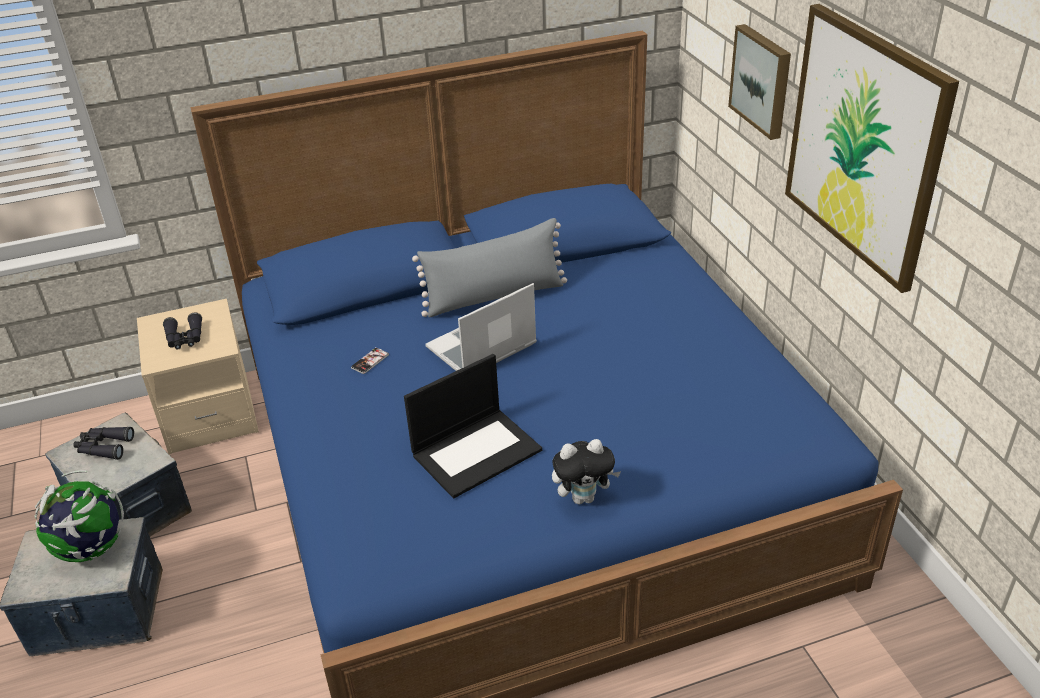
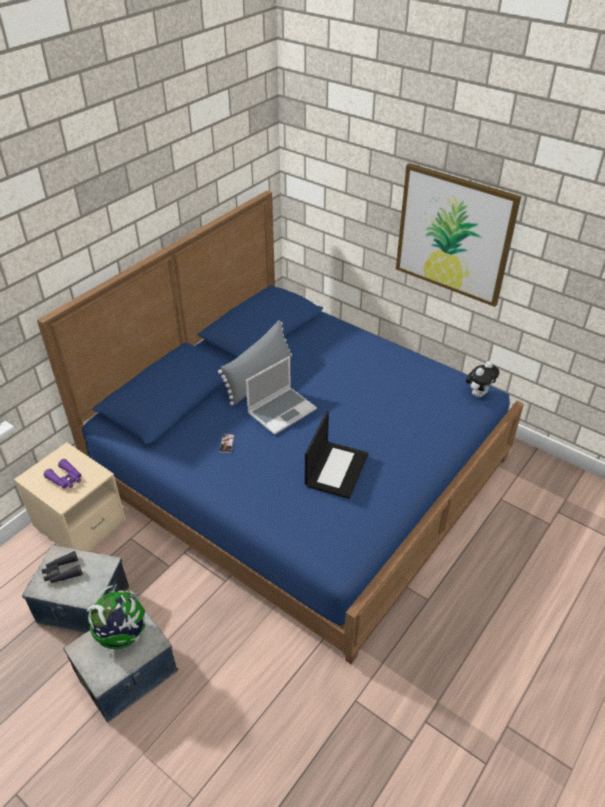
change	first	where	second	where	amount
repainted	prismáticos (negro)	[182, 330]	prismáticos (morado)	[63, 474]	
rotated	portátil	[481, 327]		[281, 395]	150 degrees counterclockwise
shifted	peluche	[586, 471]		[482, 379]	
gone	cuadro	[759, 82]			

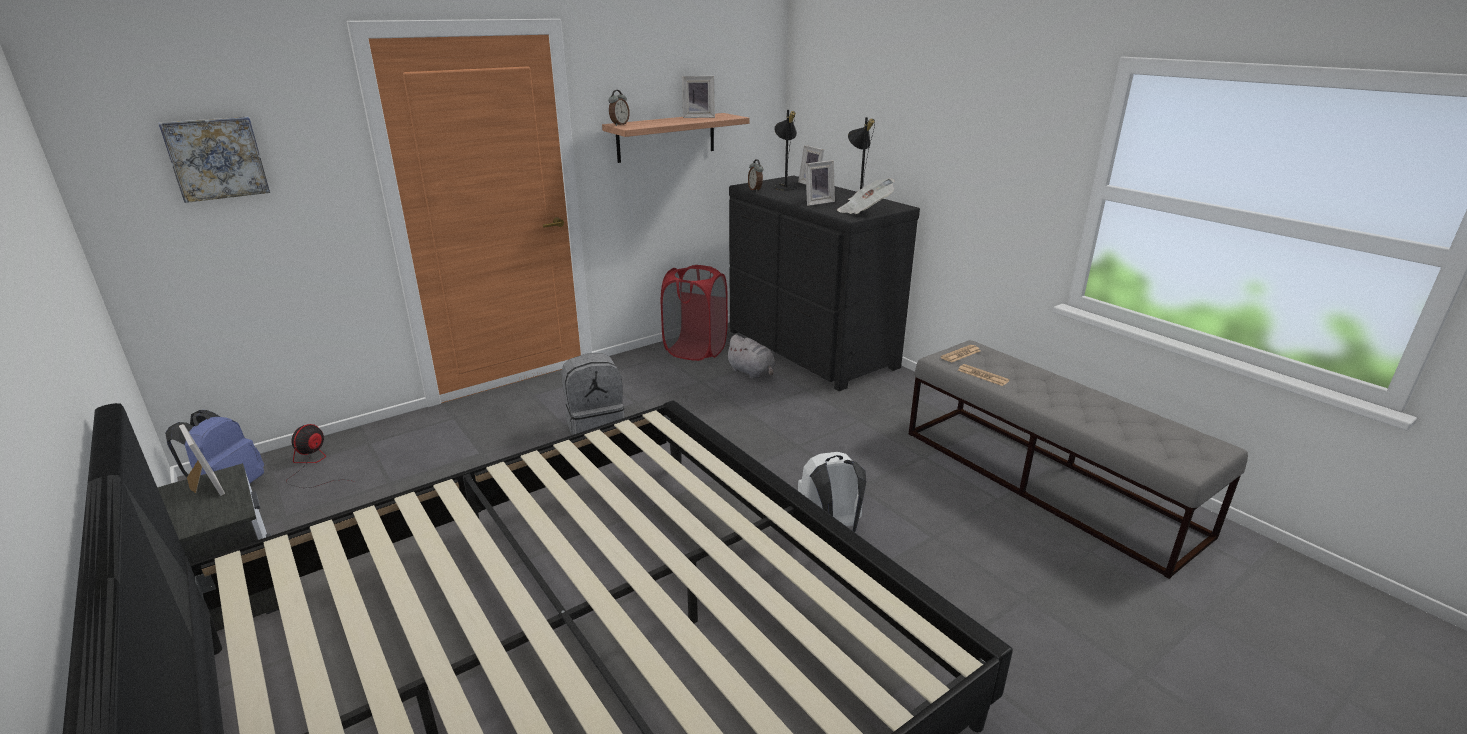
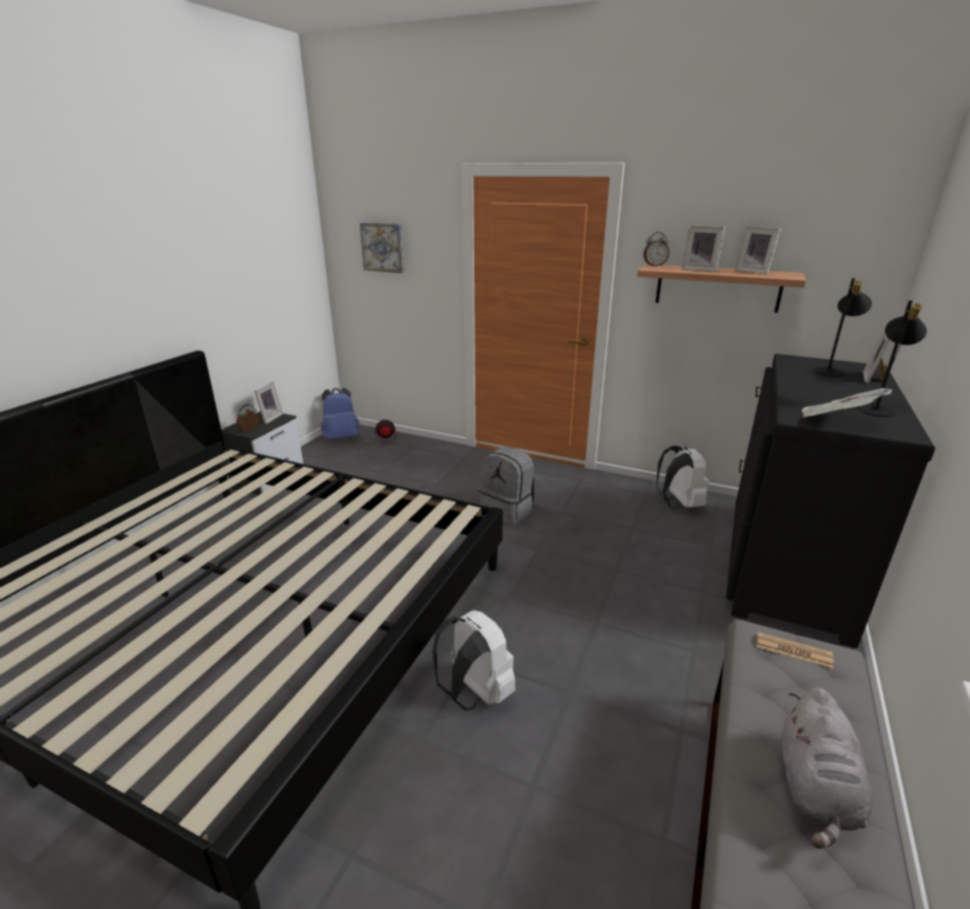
change	first	where	second	where	amount
shifted	despertador	[755, 175]		[248, 418]	
swapped	cesto de la ropa (rojo)	[694, 313]	mochila (blanco)	[682, 477]	
shifted	portarretratos	[820, 183]		[703, 248]	
shifted	peluche (gris)	[750, 356]		[827, 768]	
gone	periódico	[984, 375]			

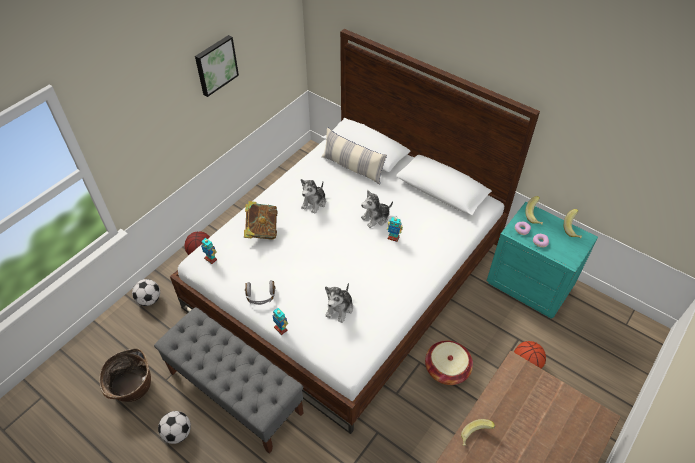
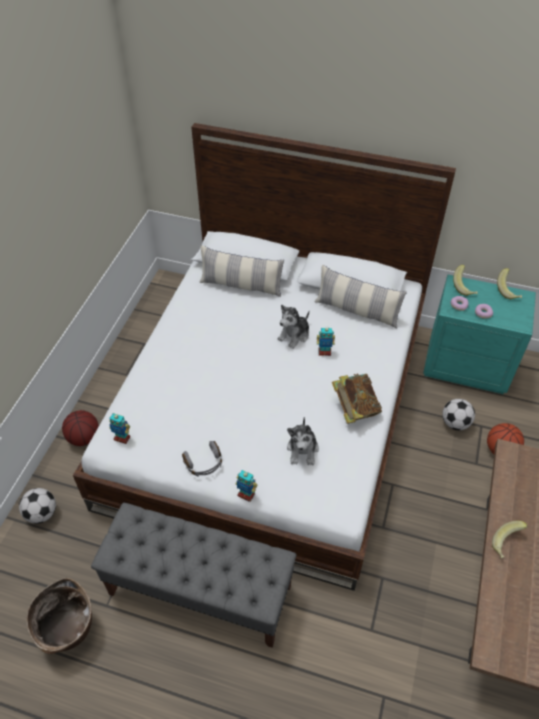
change	first	where	second	where	amount
new			cojín	[361, 296]	
shifted	libro	[260, 220]		[357, 399]	
shifted	balón de fútbol	[174, 427]		[458, 414]	
gone	cuadro	[217, 66]			
gone	peluche	[313, 196]			
gone	cesta	[449, 362]			

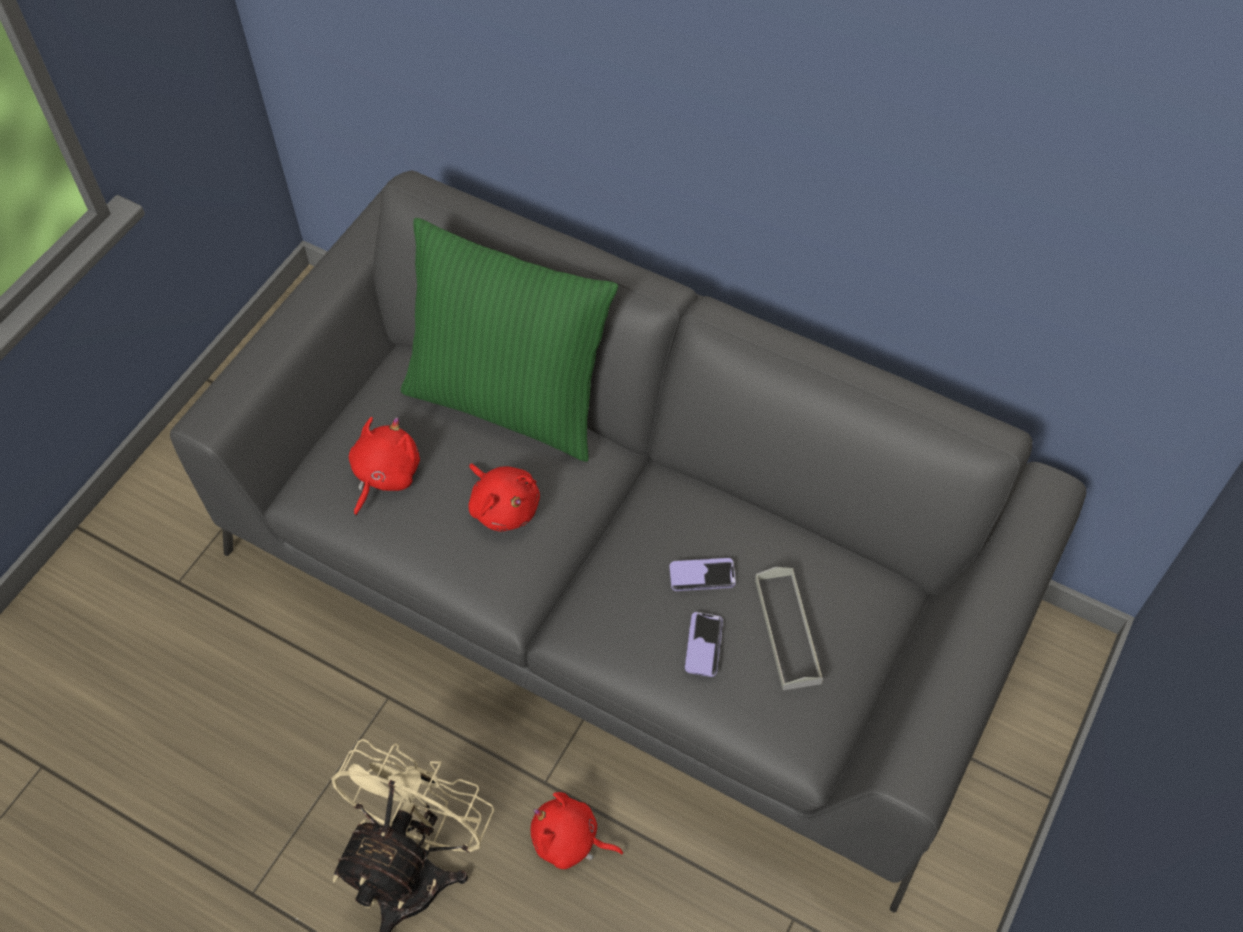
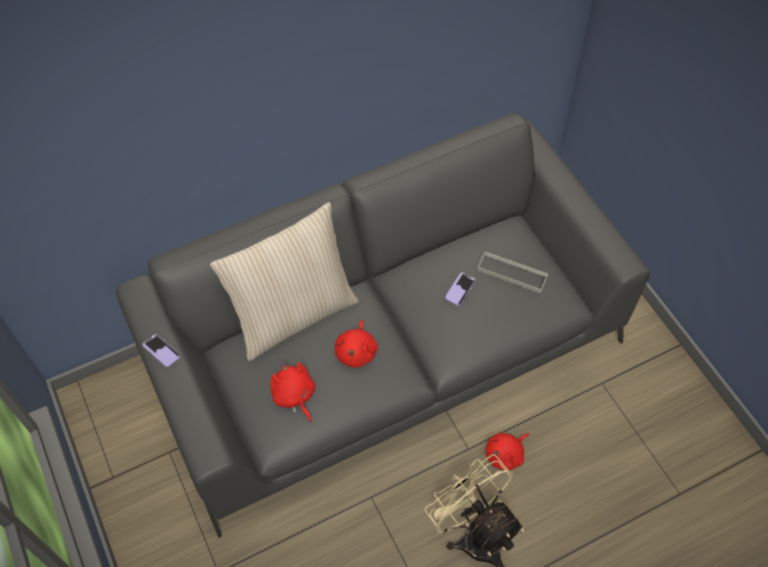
change	first	where	second	where	amount
shifted	móvil	[704, 644]		[161, 350]	
repainted	cojín (verde)	[509, 340]	cojín (beis)	[284, 281]	
rotated	peluche (rojo)	[504, 497]		[356, 344]	105 degrees clockwise

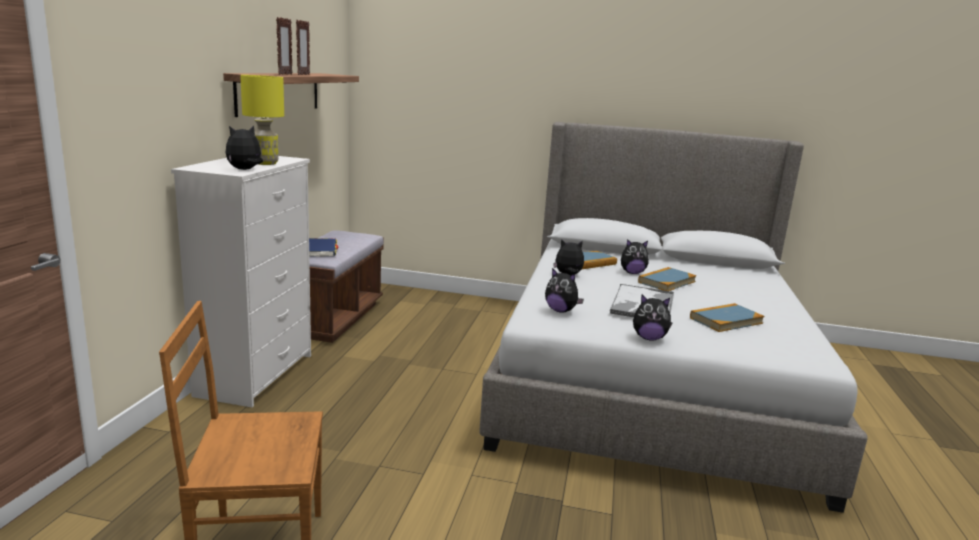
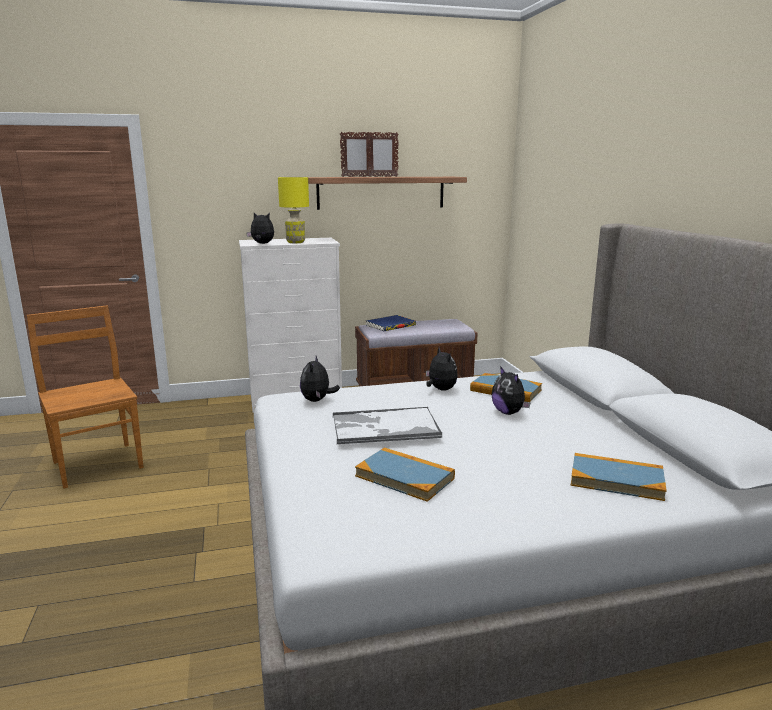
change	first	where	second	where	amount
shifted	libro	[667, 279]		[619, 477]	
gone	peluche	[653, 318]			

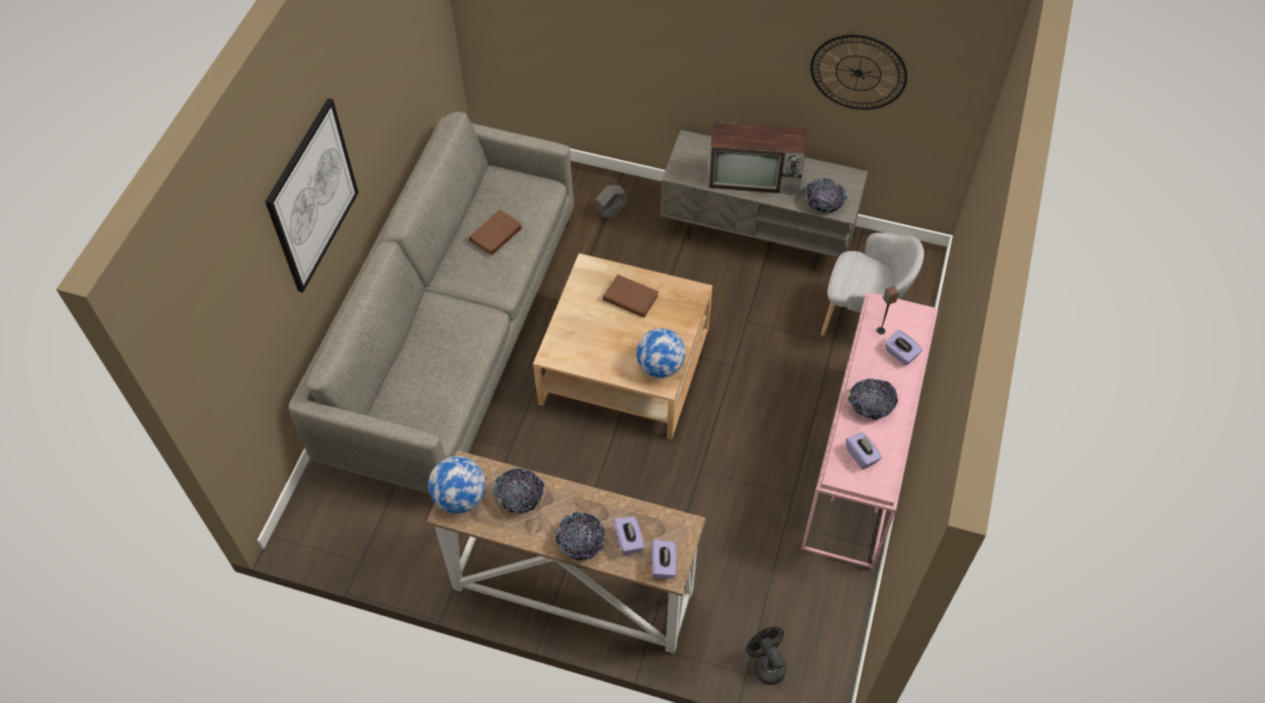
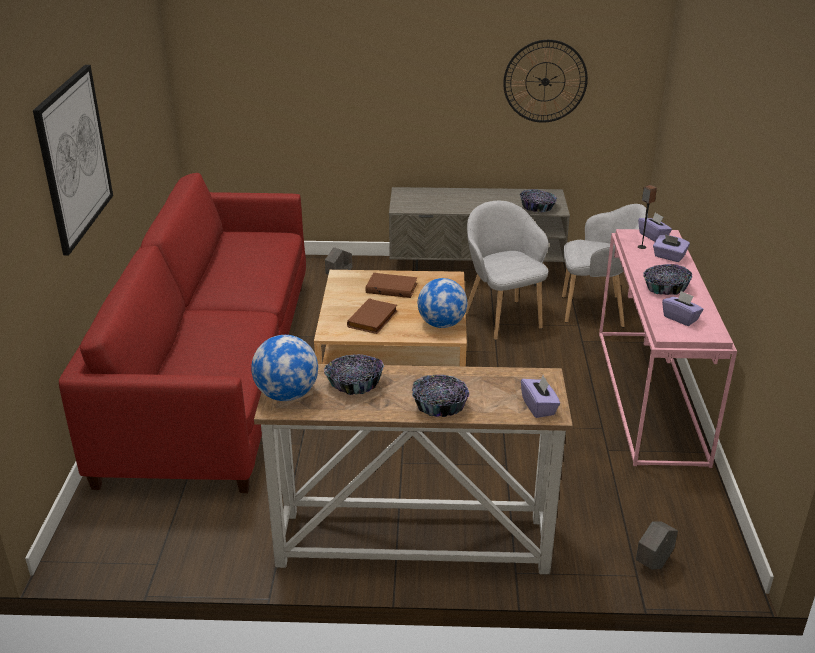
change	first	where	second	where	amount
repainted	sofá (gris)	[431, 302]	sofá (rojo)	[182, 333]	
shifted	libro (marrón)	[495, 233]		[372, 316]	
new			sillón (gris)	[507, 270]	
swapped	ventilador (negro)	[766, 656]	maceta (gris)	[657, 545]	
shifted	caja de pañuelos (morado)	[628, 535]		[655, 226]	
gone	televisor	[756, 158]			

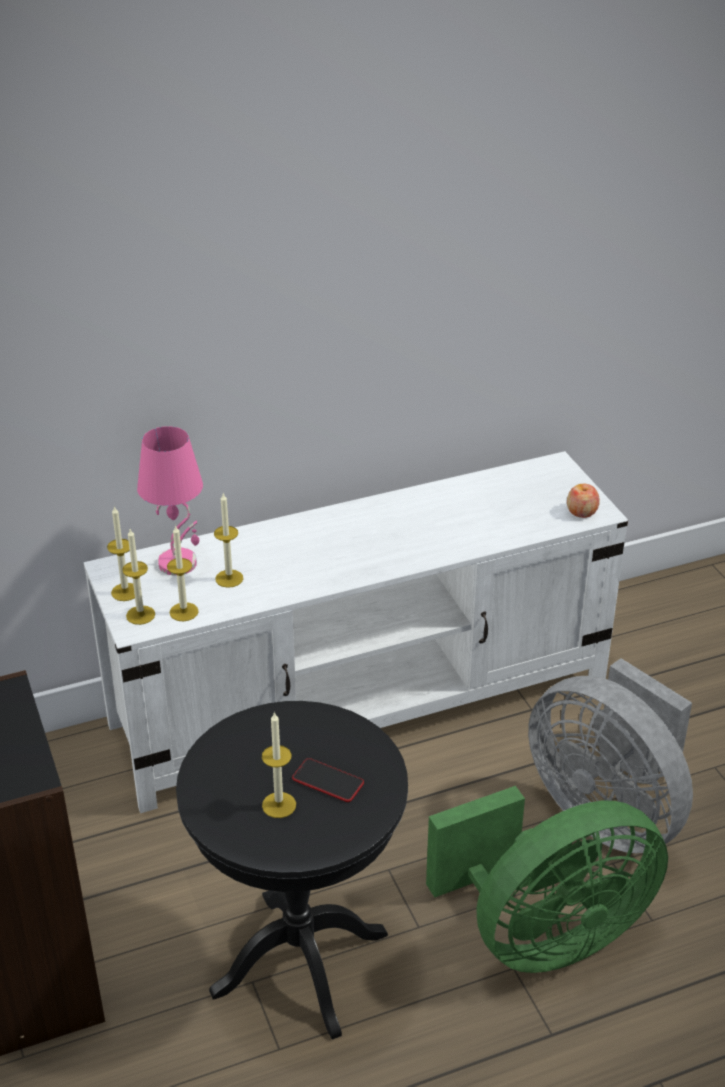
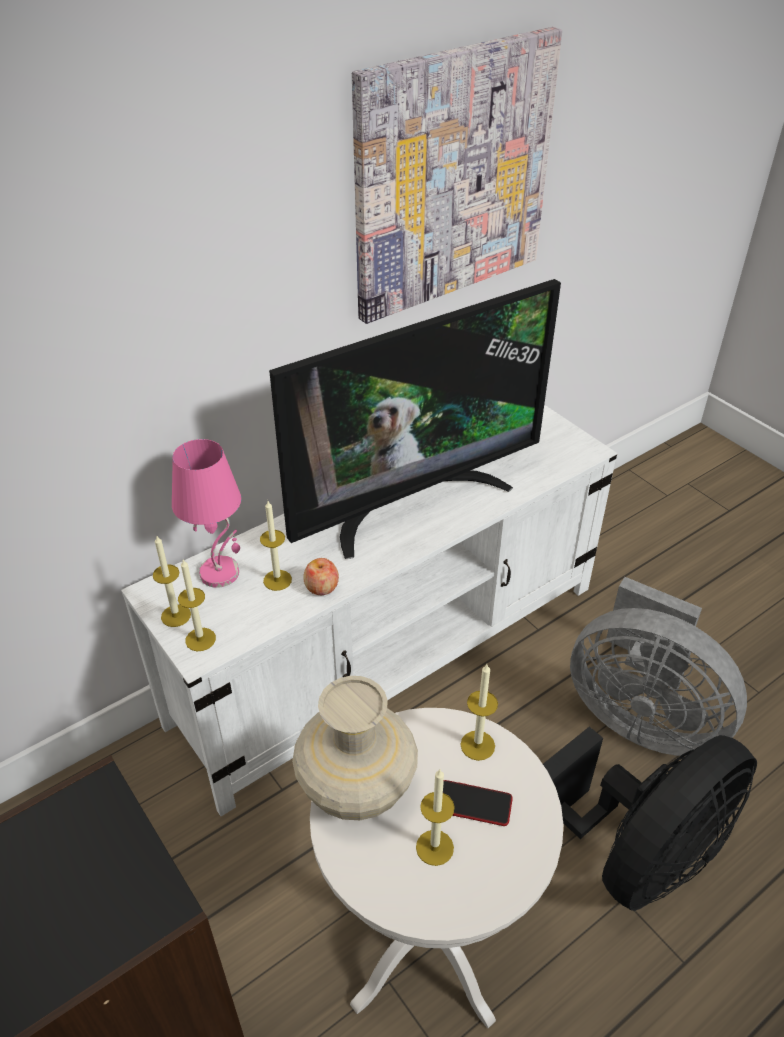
change	first	where	second	where	amount
new			televisor	[415, 419]	
new			florero (beis)	[355, 748]	
shifted	manzana	[583, 501]		[321, 576]	
repainted	mesa auxiliar (negro)	[292, 870]	mesa auxiliar (blanco)	[436, 868]	
new			cuadro	[457, 175]	
shifted	vela	[183, 573]		[479, 712]	
repainted	ventilador (verde)	[547, 879]	ventilador (negro)	[650, 818]	

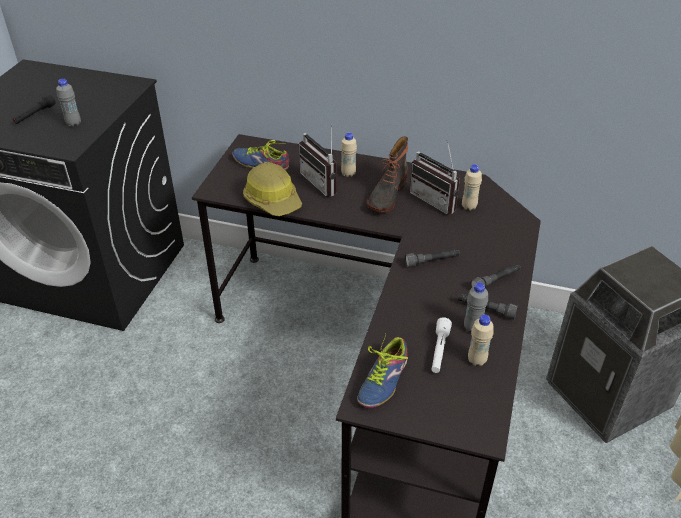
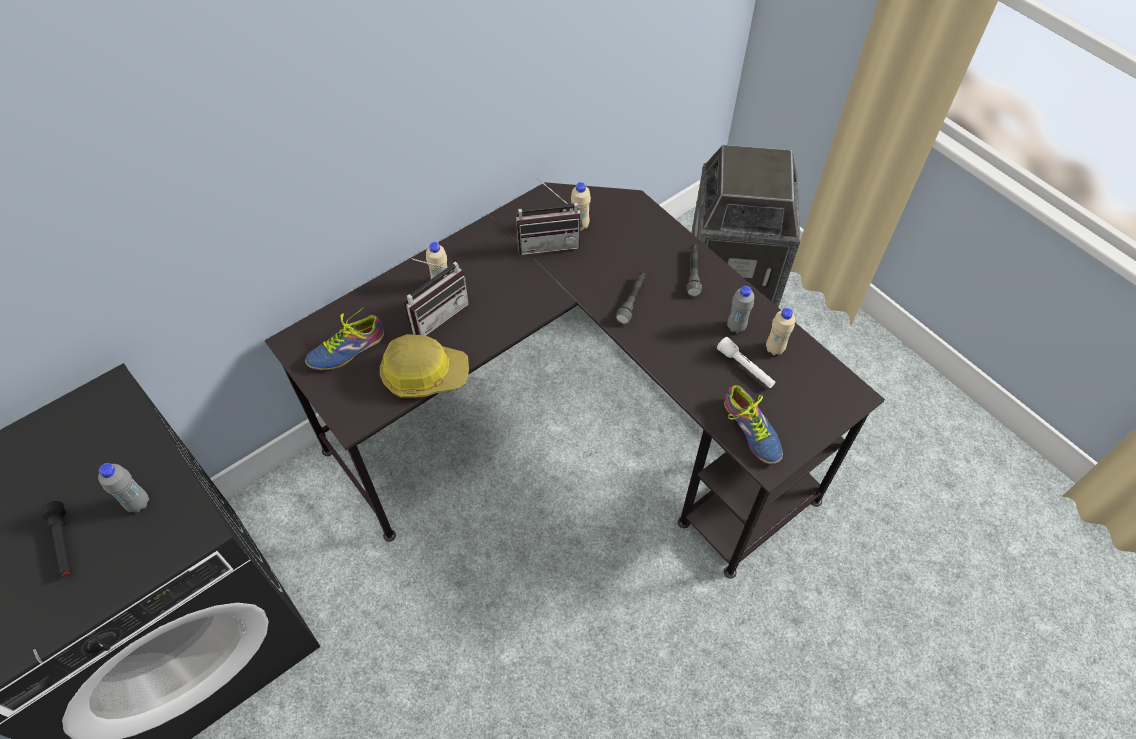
change	first	where	second	where	amount
rotated	radio	[318, 160]		[436, 296]	45 degrees counterclockwise
gone	bota	[387, 174]			
gone	linterna (gris)	[488, 306]			

